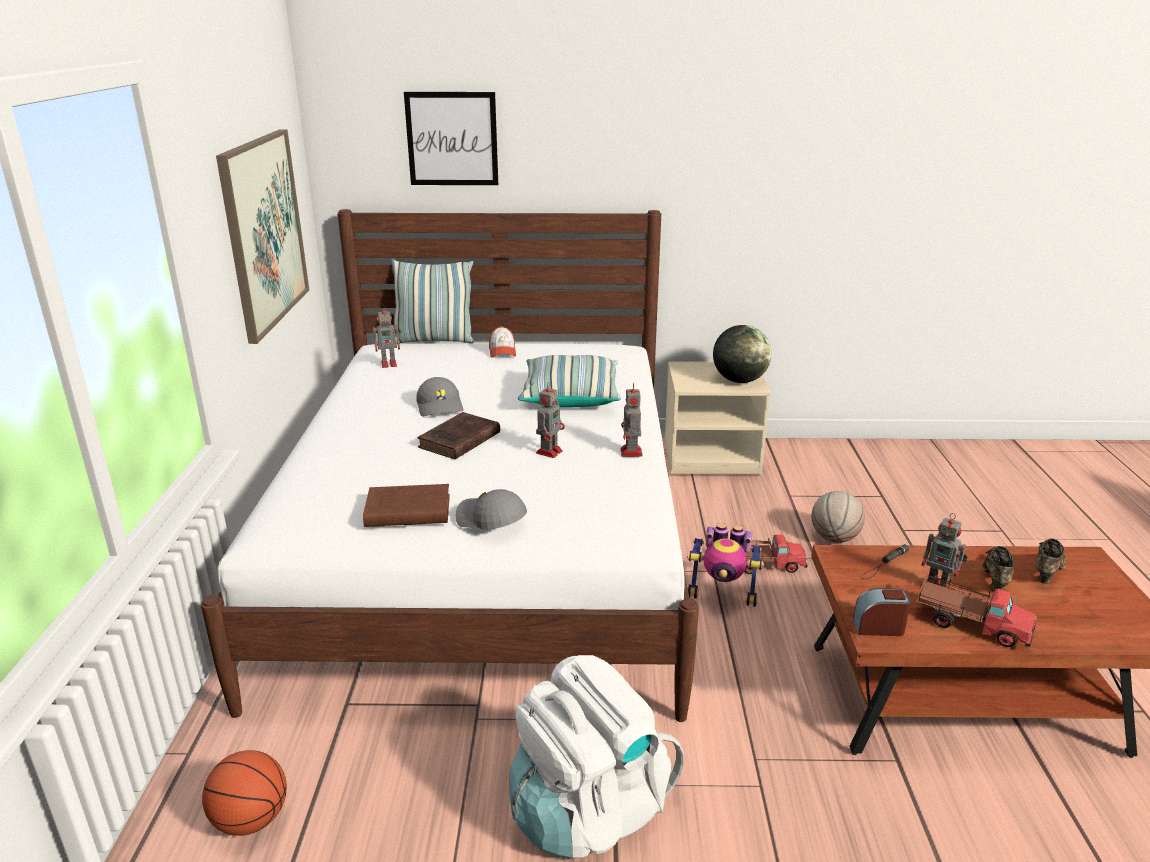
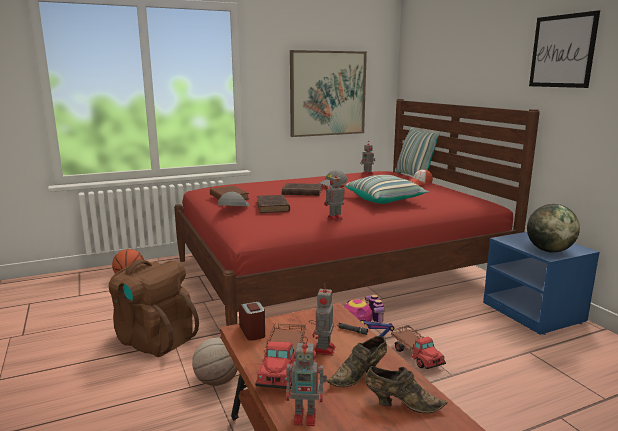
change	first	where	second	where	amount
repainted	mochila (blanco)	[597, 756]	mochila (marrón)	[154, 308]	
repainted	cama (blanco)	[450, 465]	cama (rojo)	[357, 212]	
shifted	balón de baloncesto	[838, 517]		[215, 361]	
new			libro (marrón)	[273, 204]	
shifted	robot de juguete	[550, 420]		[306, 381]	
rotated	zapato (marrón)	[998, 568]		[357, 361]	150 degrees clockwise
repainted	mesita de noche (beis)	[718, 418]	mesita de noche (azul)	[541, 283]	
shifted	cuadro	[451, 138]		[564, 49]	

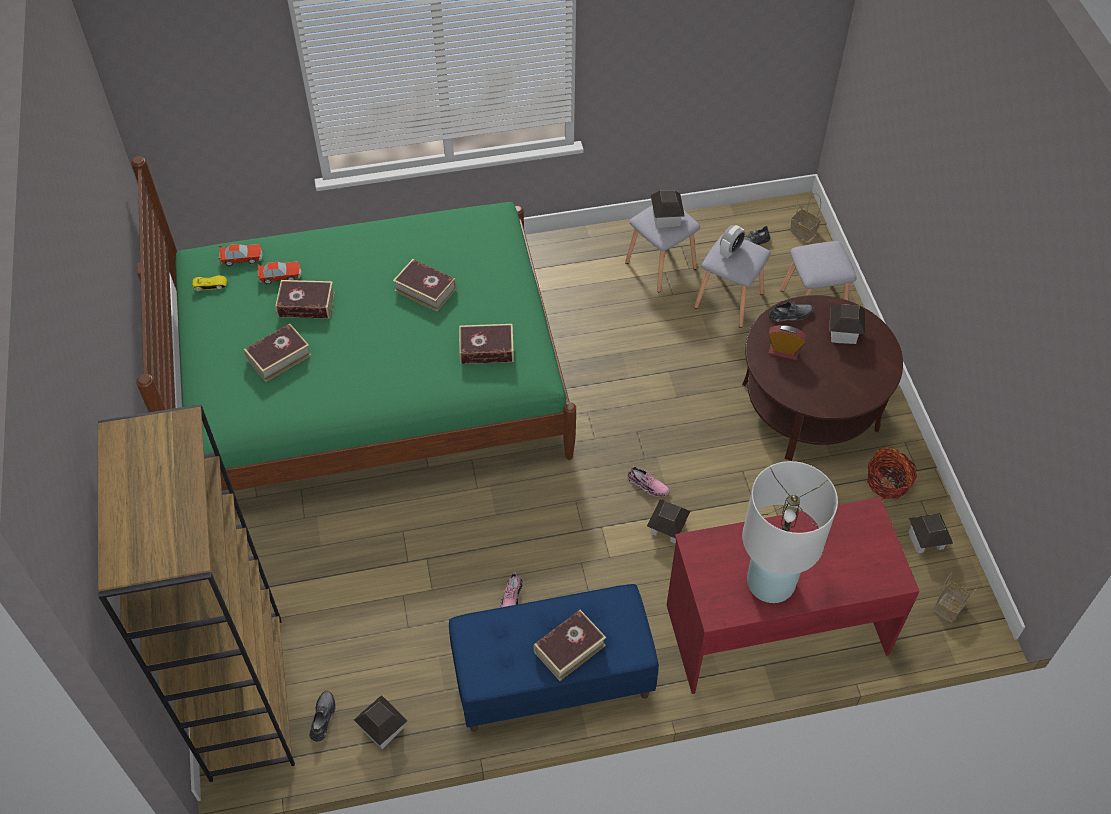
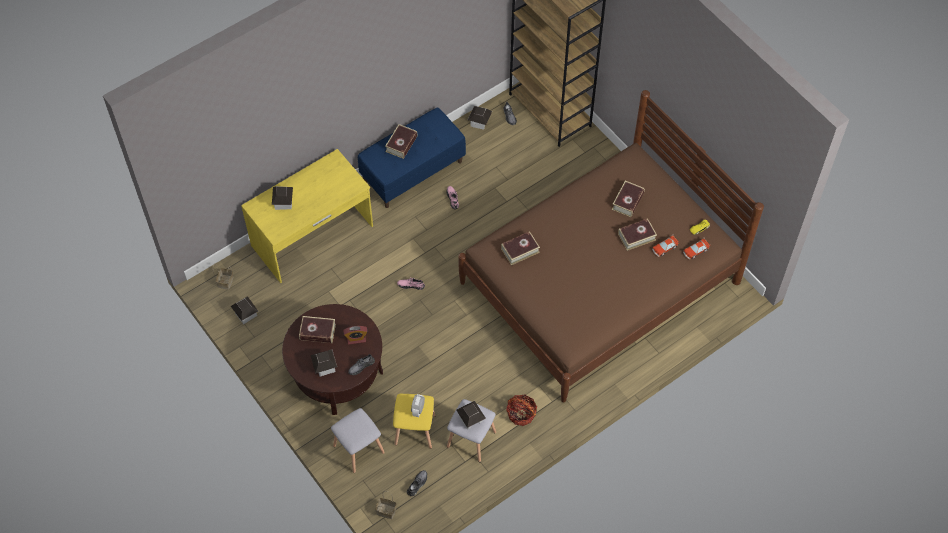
change	first	where	second	where	amount
repainted	escritorio (rojo)	[793, 595]	escritorio (amarillo)	[307, 216]	
shifted	casita	[668, 521]		[282, 198]	
shifted	libro	[424, 285]		[317, 329]	
repainted	taburete (gris)	[732, 280]	taburete (amarillo)	[414, 421]	
repainted	cama (verde)	[353, 323]	cama (marrón)	[611, 246]	
shifted	cesta	[892, 473]		[521, 410]	
gone	lámpara de mesa (blanco)	[790, 532]			

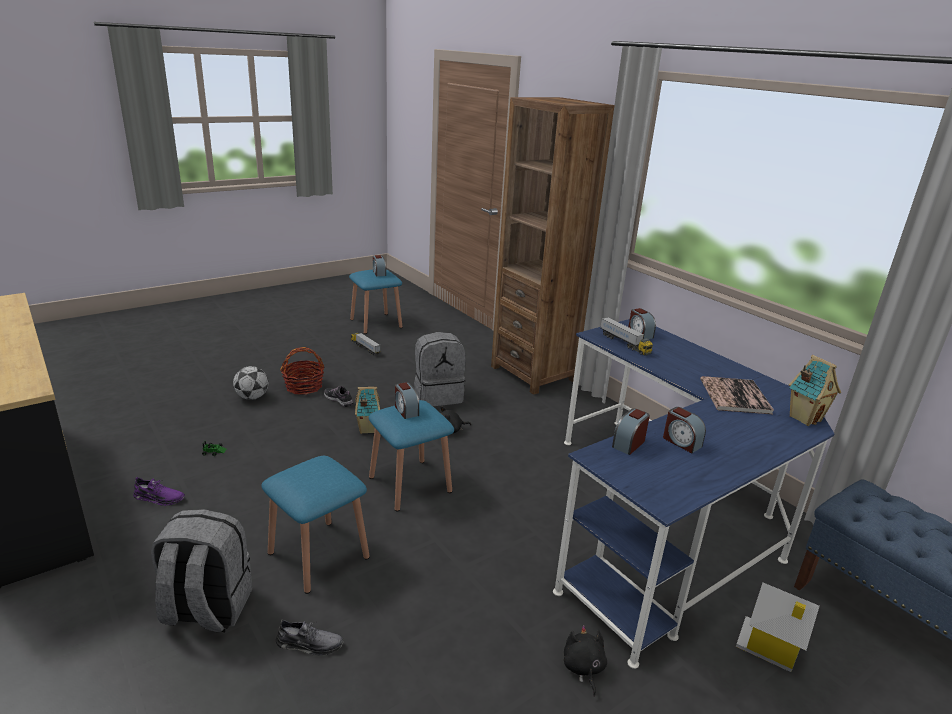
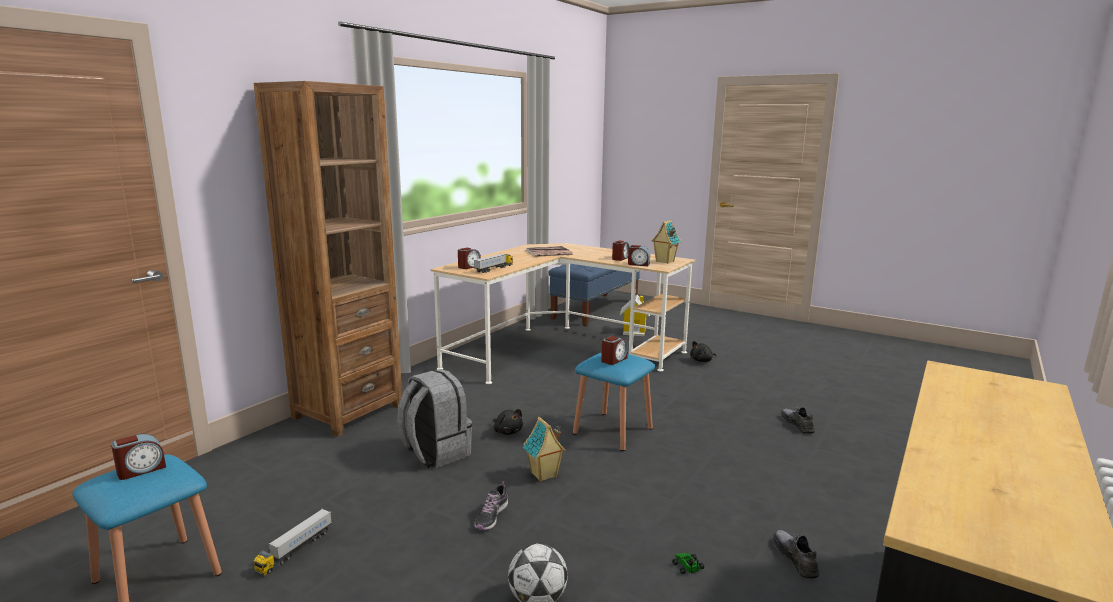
change	first	where	second	where	amount
repainted	escritorio (azul)	[693, 494]	escritorio (beis)	[563, 313]	
shifted	casita	[815, 390]		[666, 242]	
repainted	zapato (morado)	[159, 491]	zapato (gris)	[796, 554]	
gone	mochila (gris)	[201, 570]			
gone	taburete (azul)	[315, 525]			
gone	cesta	[302, 371]			

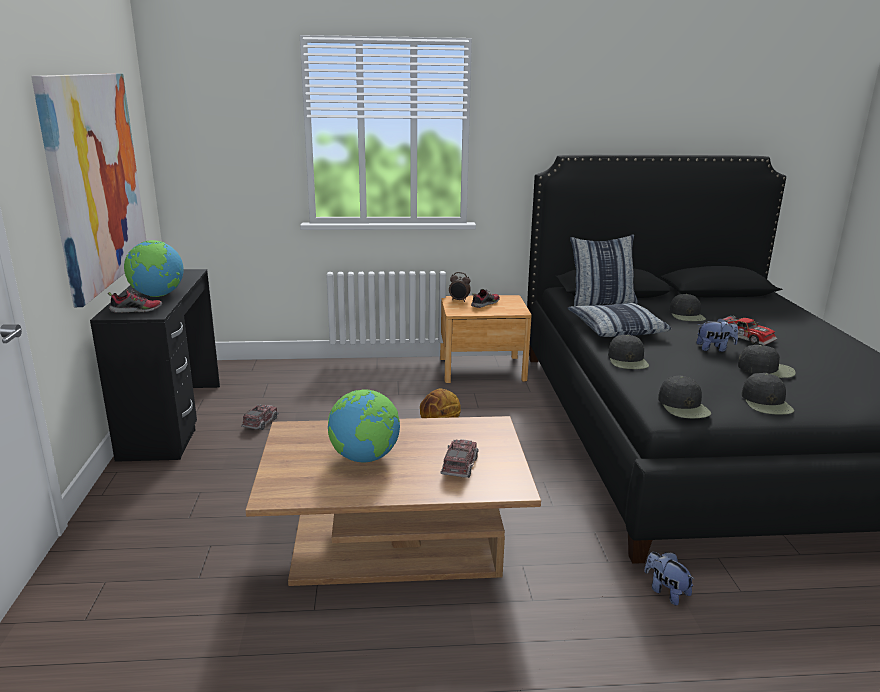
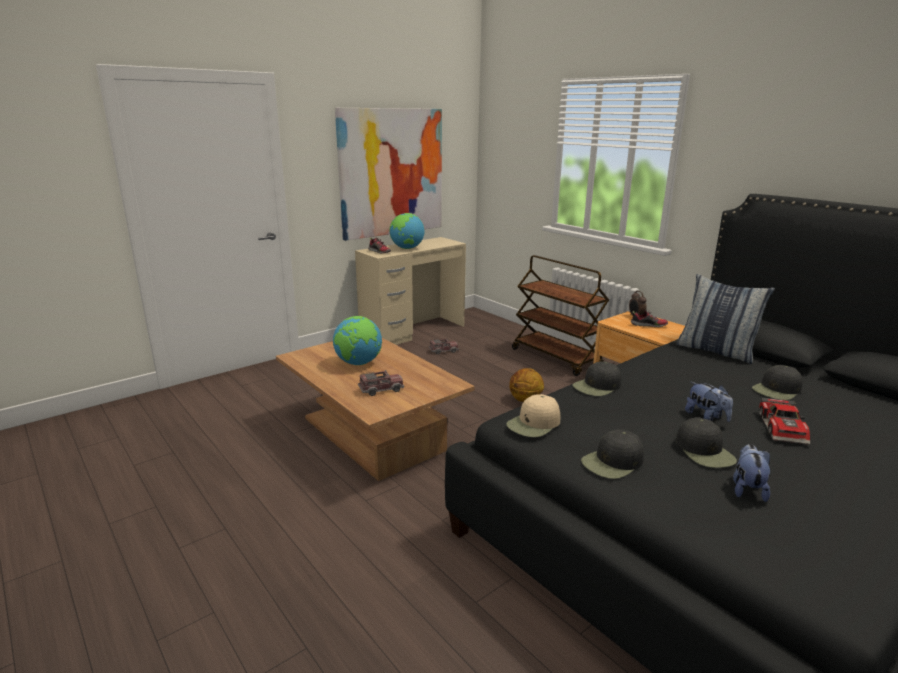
change	first	where	second	where	amount
repainted	escritorio (negro)	[155, 365]	escritorio (beis)	[410, 291]	
repainted	gorra (negro)	[685, 396]	gorra (beis)	[533, 415]	
new			carrito (marrón)	[560, 315]	
shifted	peluche	[669, 579]		[751, 473]	
gone	cojín	[619, 320]			

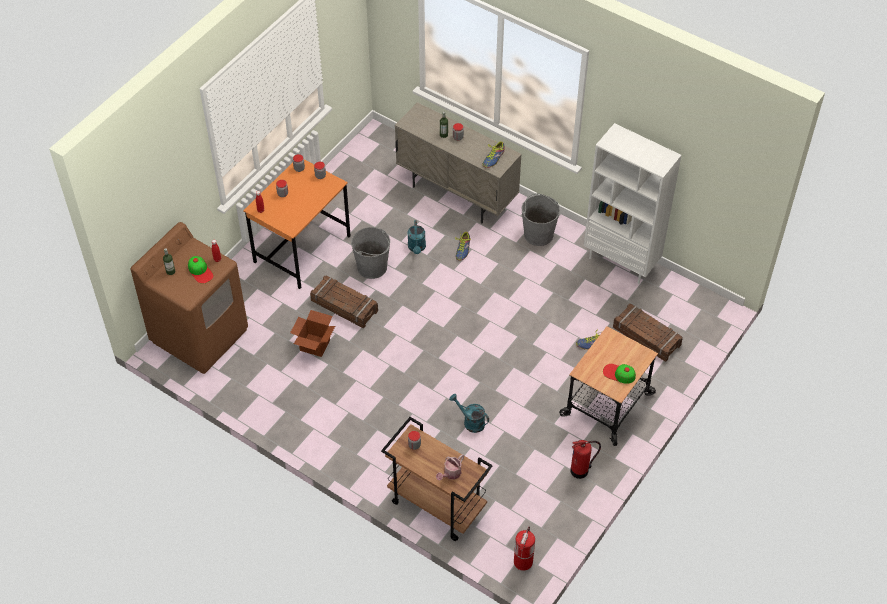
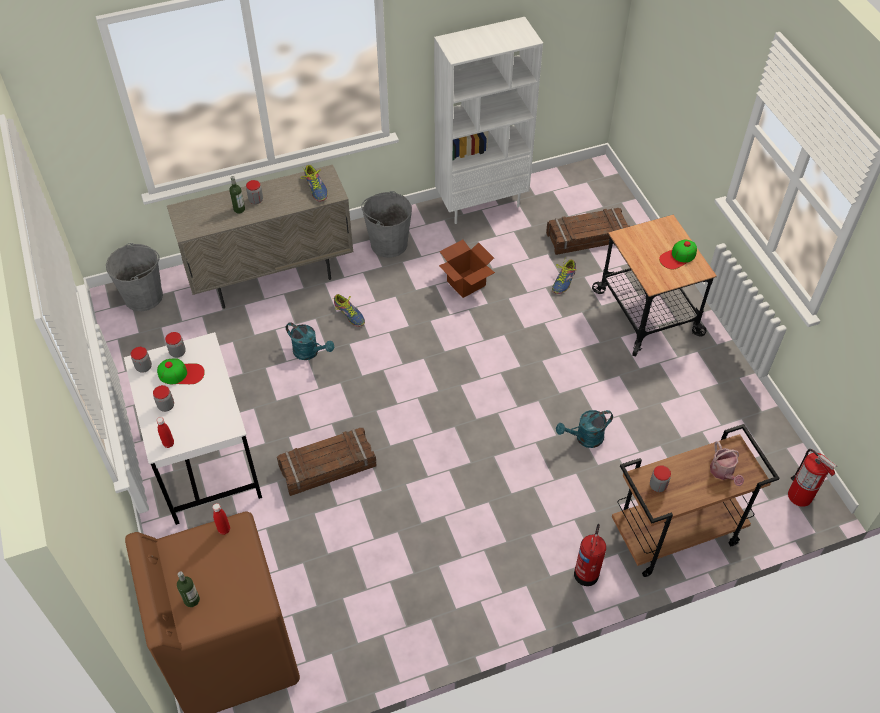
change	first	where	second	where	amount
shifted	cubo (gris)	[370, 253]		[134, 277]	
repainted	escritorio (naranja)	[297, 224]	escritorio (blanco)	[193, 428]	
shifted	gorra	[201, 269]		[181, 371]	
shifted	caja de cartón	[312, 333]		[467, 269]	
shifted	extintor	[585, 459]		[590, 555]	

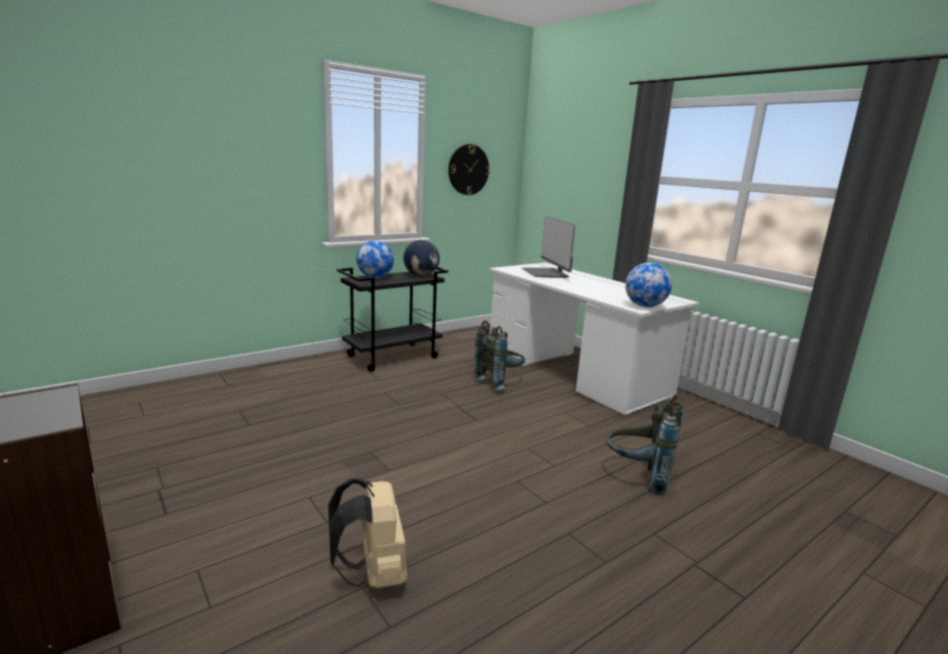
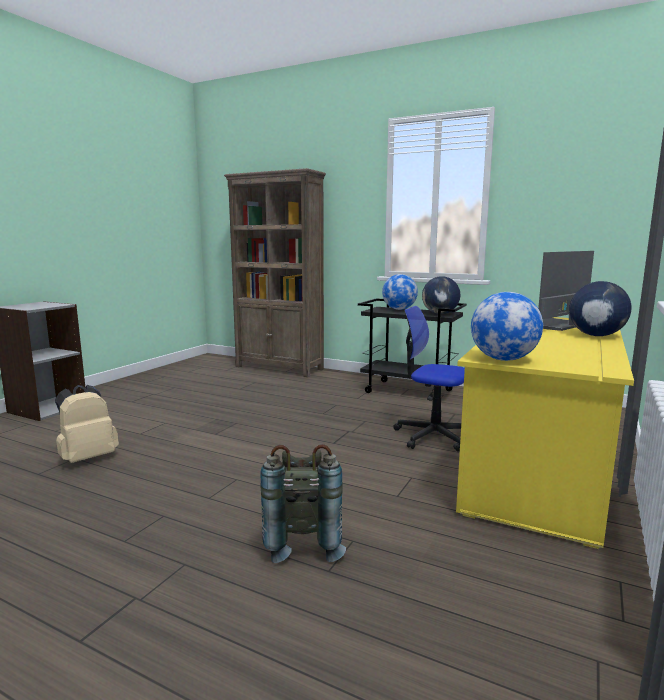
change	first	where	second	where	amount
new			estantería (marrón)	[275, 272]	
swapped	mochila (gris)	[499, 355]	silla de oficina	[429, 379]	
repainted	escritorio (blanco)	[594, 339]	escritorio (amarillo)	[545, 433]	
new			globo terráqueo	[600, 308]	
gone	reloj de pared	[469, 169]			

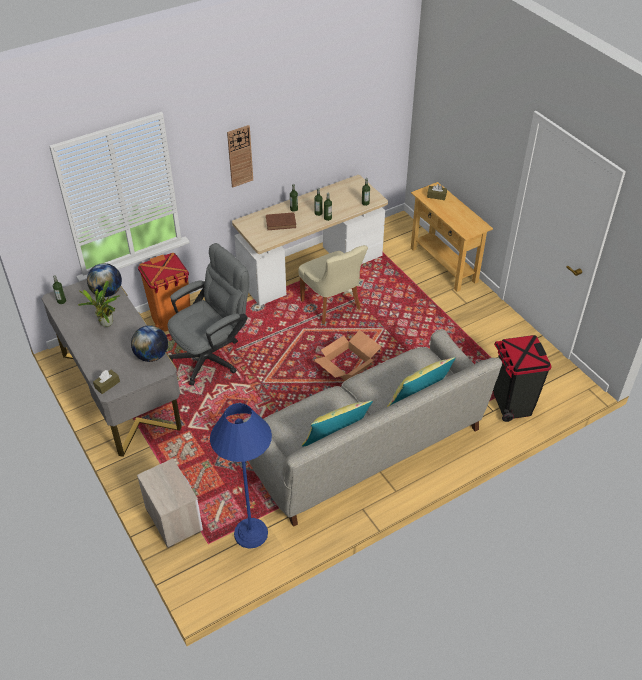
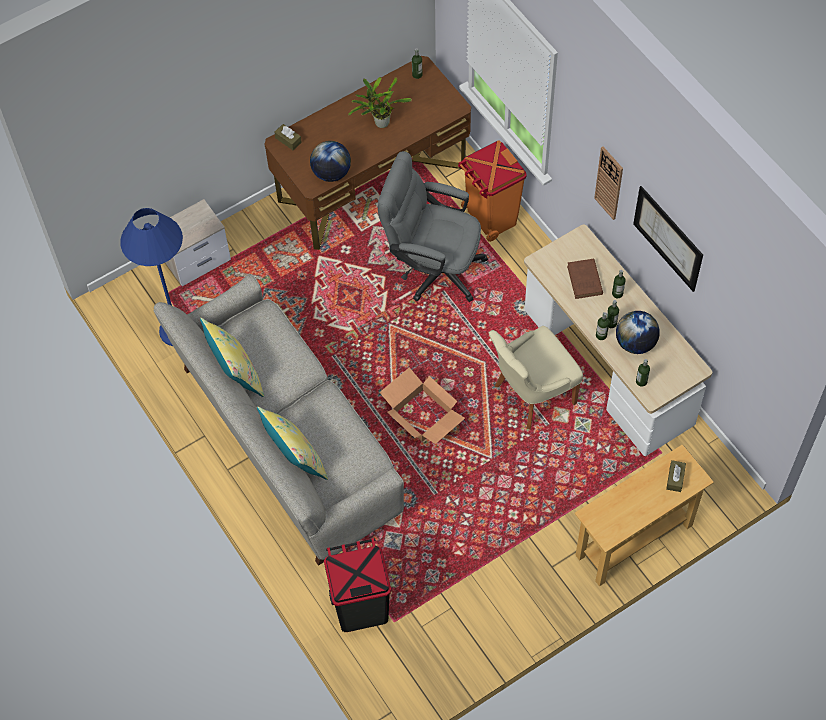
change	first	where	second	where	amount
repainted	escritorio (gris)	[112, 368]	escritorio (marrón)	[367, 153]	
rotated	silla de oficina (gris)	[208, 314]		[432, 226]	150 degrees clockwise
shifted	globo terráqueo	[104, 280]		[638, 332]	
new			cuadro	[668, 239]	

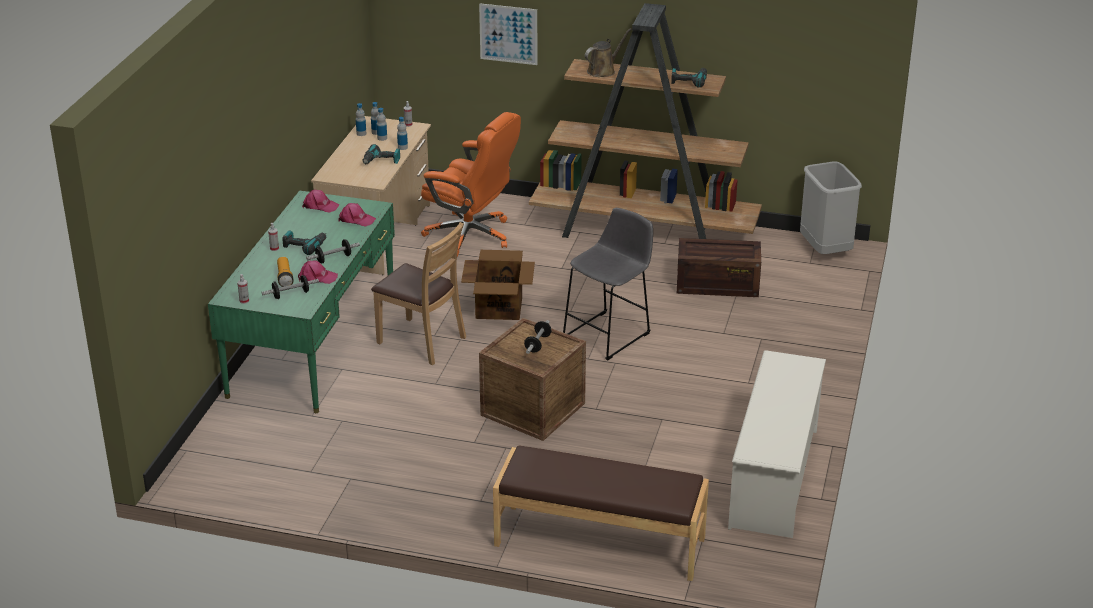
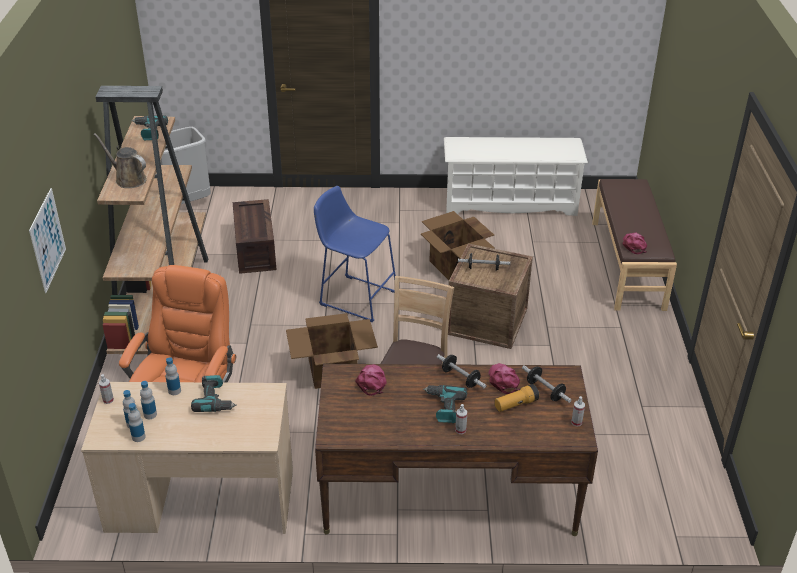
change	first	where	second	where	amount
repainted	taburete (gris)	[608, 284]	taburete (azul)	[355, 254]	
repainted	escritorio (verde)	[301, 302]	escritorio (marrón)	[456, 450]	
new			caja de cartón	[458, 245]	
shifted	gorra (rosa)	[320, 201]		[635, 243]	

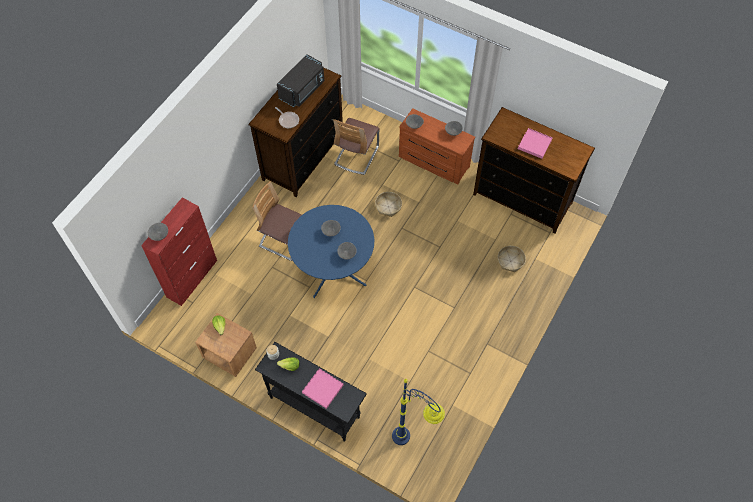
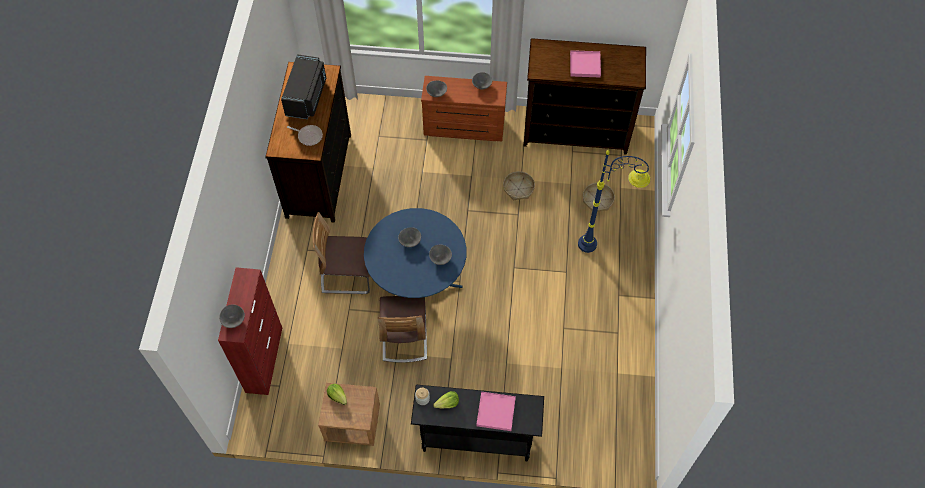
change	first	where	second	where	amount
shifted	silla	[356, 146]		[402, 329]	
shifted	cesta	[388, 204]		[519, 185]	
shifted	lámpara de pie (azul)	[418, 412]		[614, 201]	

